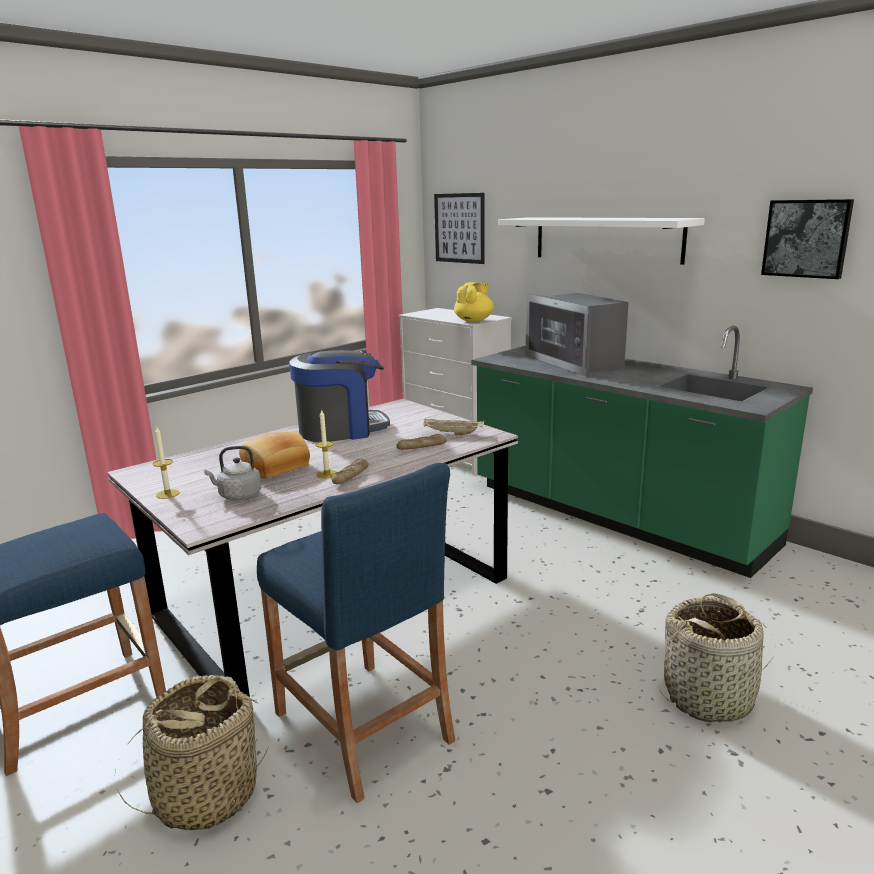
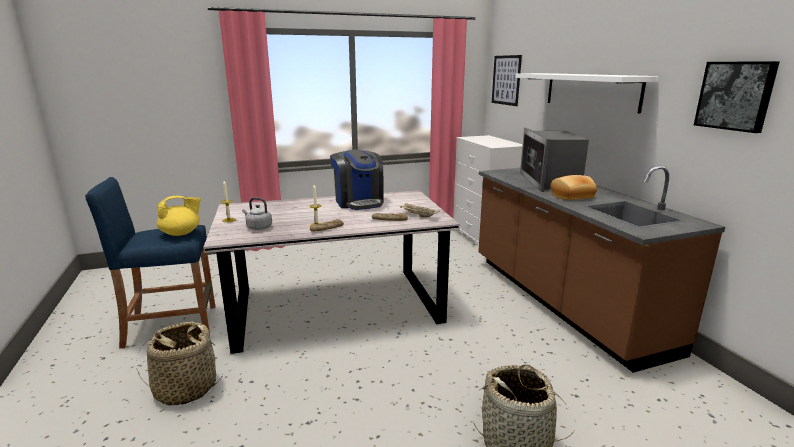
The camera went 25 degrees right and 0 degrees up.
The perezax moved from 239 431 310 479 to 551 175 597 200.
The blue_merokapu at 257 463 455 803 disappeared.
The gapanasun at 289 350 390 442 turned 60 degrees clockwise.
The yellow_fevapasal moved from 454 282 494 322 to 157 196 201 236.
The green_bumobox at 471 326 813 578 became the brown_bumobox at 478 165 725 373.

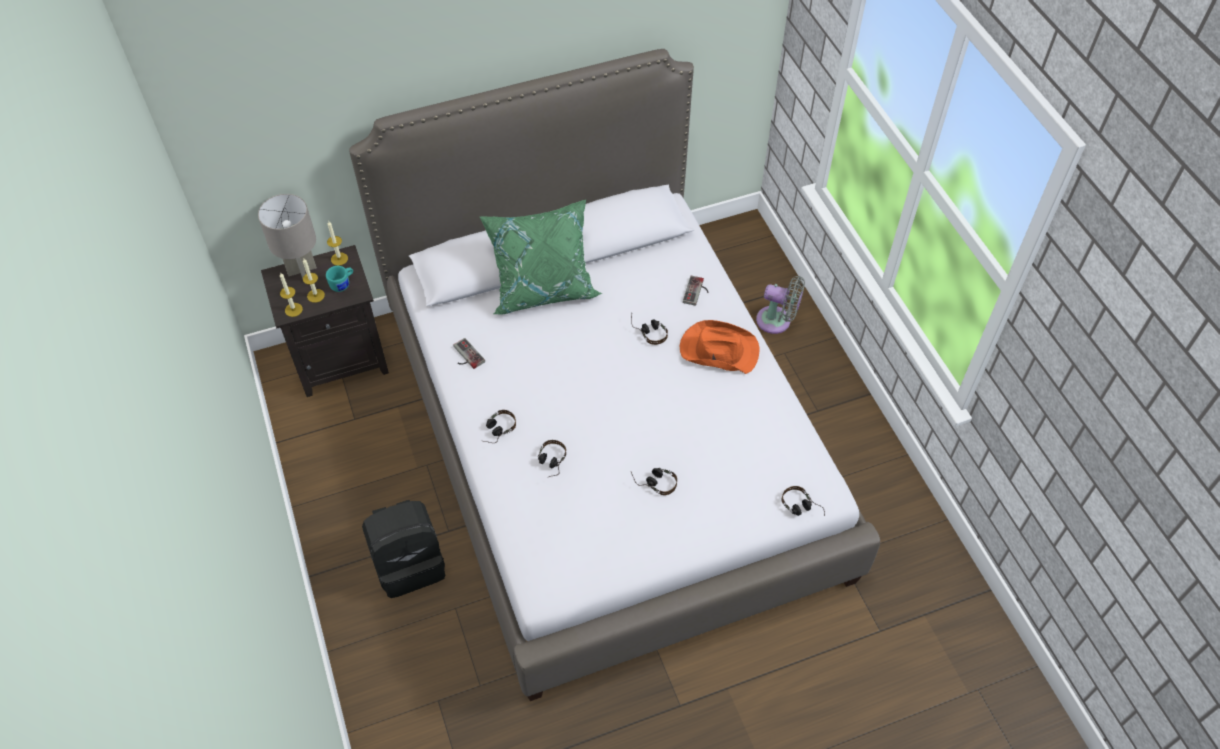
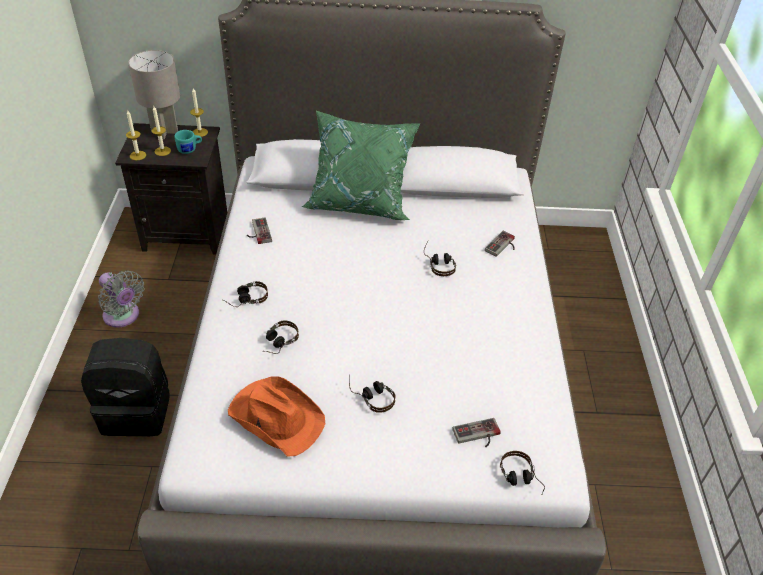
The camera went 20 degrees right and 10 degrees down.
The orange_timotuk moved from 679 320 759 374 to 228 376 325 457.
The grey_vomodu moved from 756 276 805 334 to 98 270 144 328.
The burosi at 453 418 501 447 appeared.

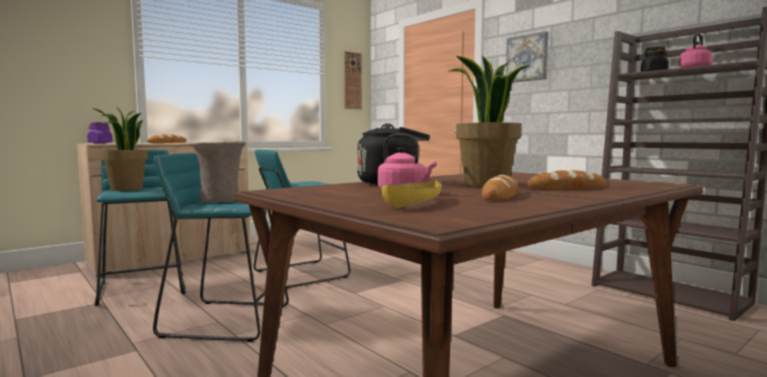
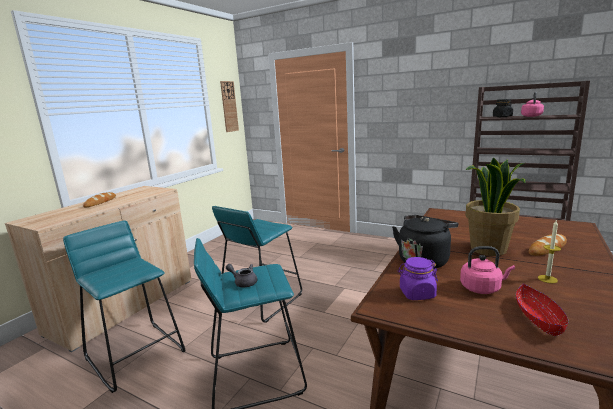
The camera went 20 degrees left and 10 degrees up.
The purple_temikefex moved from 87 122 113 143 to 398 257 438 300.
The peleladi at 93 107 148 191 disappeared.
The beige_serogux at 189 141 246 202 was replaced by the grey_fevapasal at 226 264 257 287.
The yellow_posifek at 382 179 442 208 became the red_posifek at 516 283 568 336.
The perezax at 482 175 518 200 was replaced by the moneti at 538 220 561 283.
The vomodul at 506 31 549 82 disappeared.

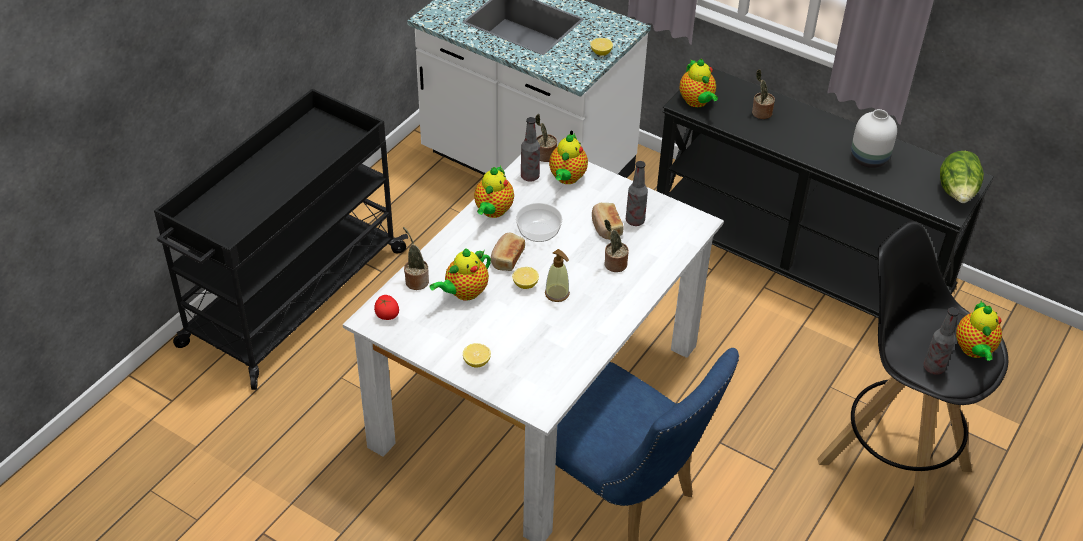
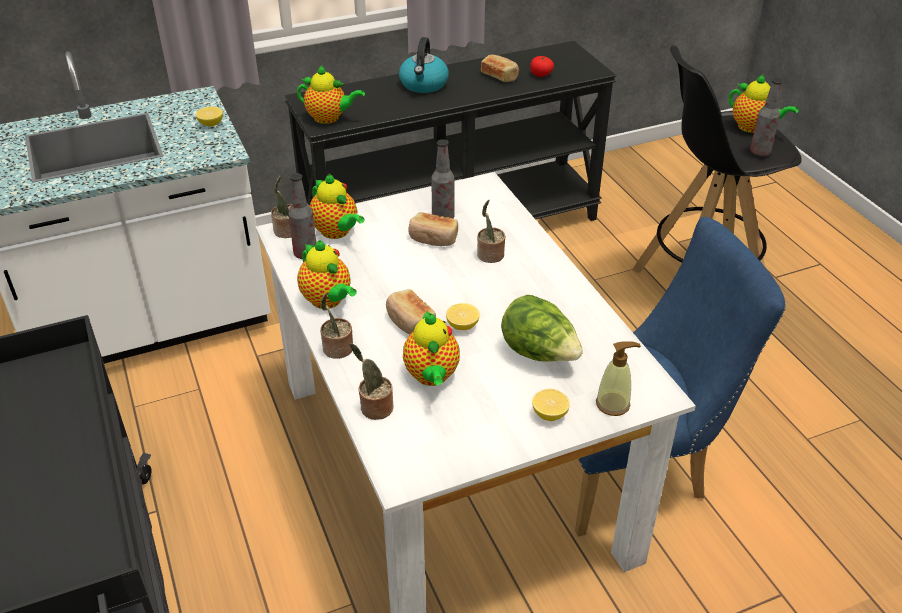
The camera went 55 degrees left and 5 degrees down.
The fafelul moved from 374 295 399 320 to 530 56 554 77.
The posifek at 516 203 562 242 disappeared.
The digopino moved from 545 249 570 302 to 596 341 641 416.
The peleladi moved from 752 69 775 119 to 320 293 353 359.
The white_serogux at 851 109 897 168 was replaced by the perezax at 481 55 519 82.
The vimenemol moved from 940 151 984 203 to 501 295 583 362.
The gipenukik at 399 37 449 93 appeared.

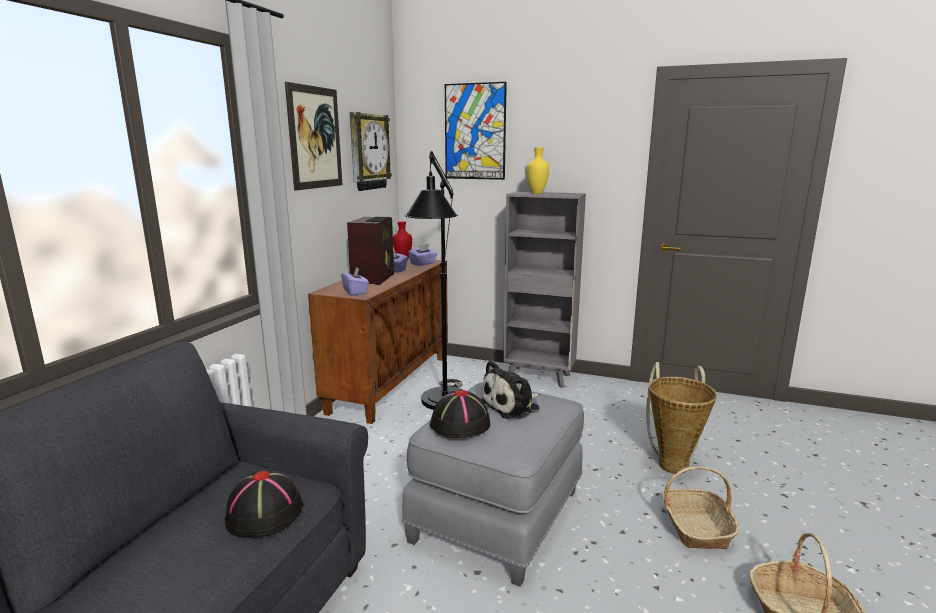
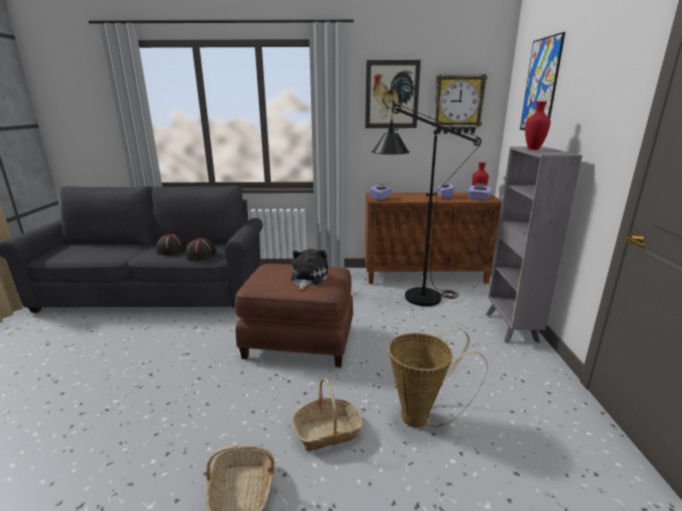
The camera went 70 degrees right and 5 degrees up.
The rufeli at 347 217 394 285 disappeared.
The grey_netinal at 402 382 584 587 became the brown_netinal at 235 264 353 367.
The black_timotuk moved from 430 390 491 438 to 156 234 187 255.
The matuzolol at 481 360 540 419 turned 75 degrees clockwise.
The yellow_serogux at 527 147 549 194 became the red_serogux at 525 101 551 150.

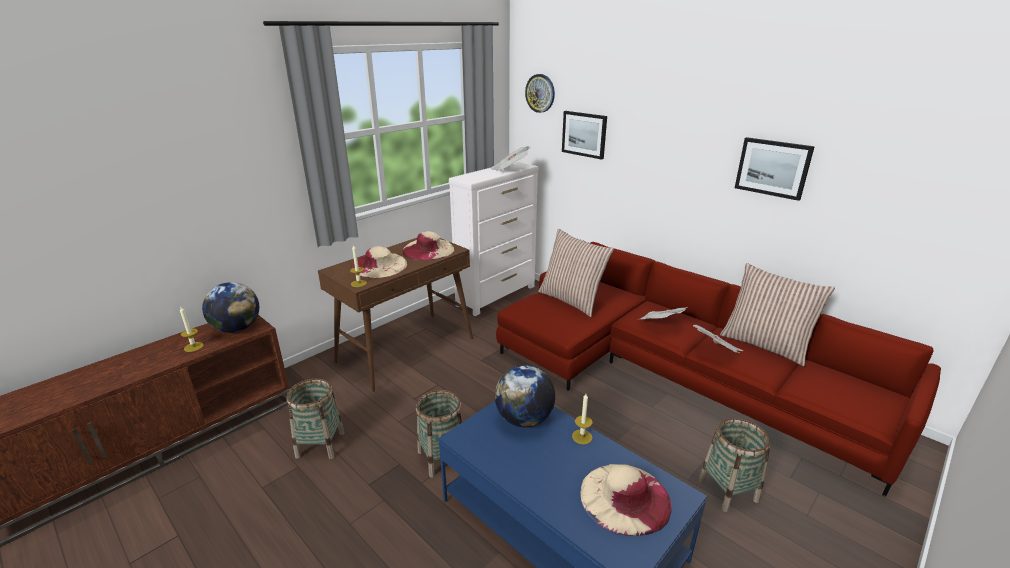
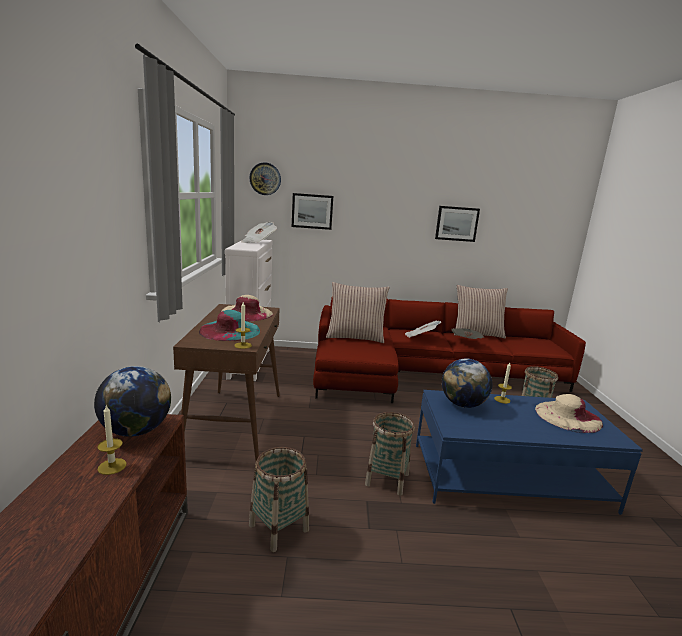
The camera went 45 degrees left and 10 degrees down.
The beige_timotuk at 351 246 407 278 became the turquoise_timotuk at 199 310 260 341.

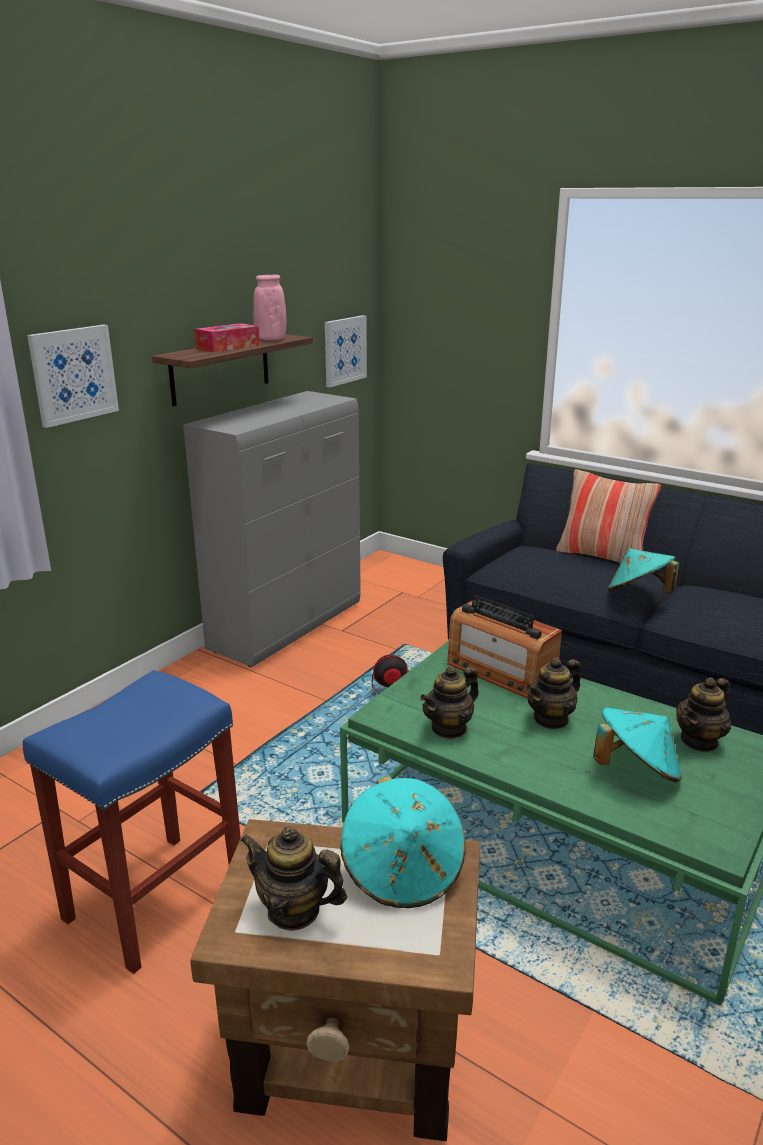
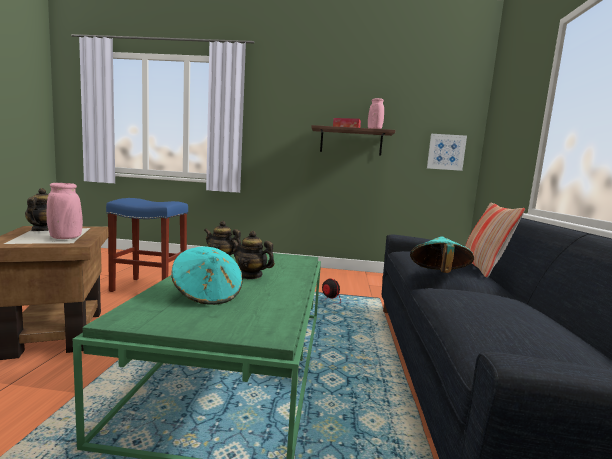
The camera went 60 degrees right and 15 degrees down.
The vomodul at 27 325 119 428 disappeared.
The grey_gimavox at 183 391 361 667 disappeared.
The turquoise_timotuk at 340 776 466 908 was replaced by the pink_serogux at 47 183 83 239.
The rufeli at 447 595 562 698 disappeared.
The fevapasal at 676 677 731 752 disappeared.

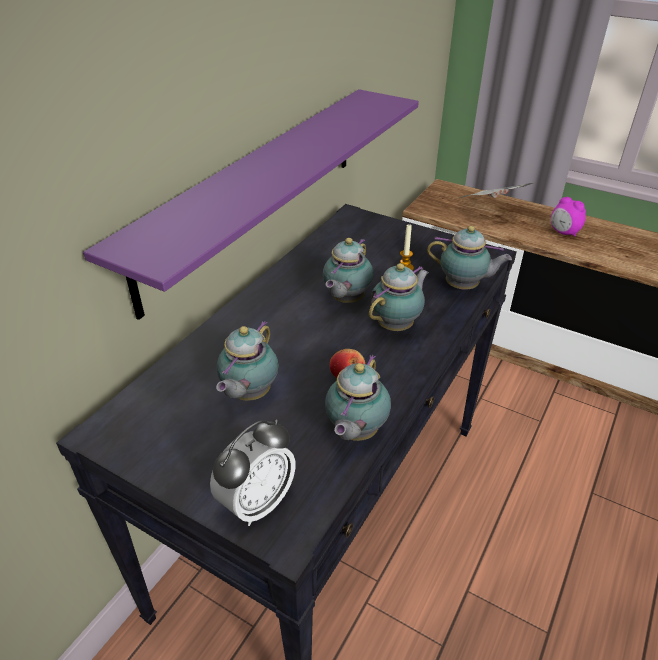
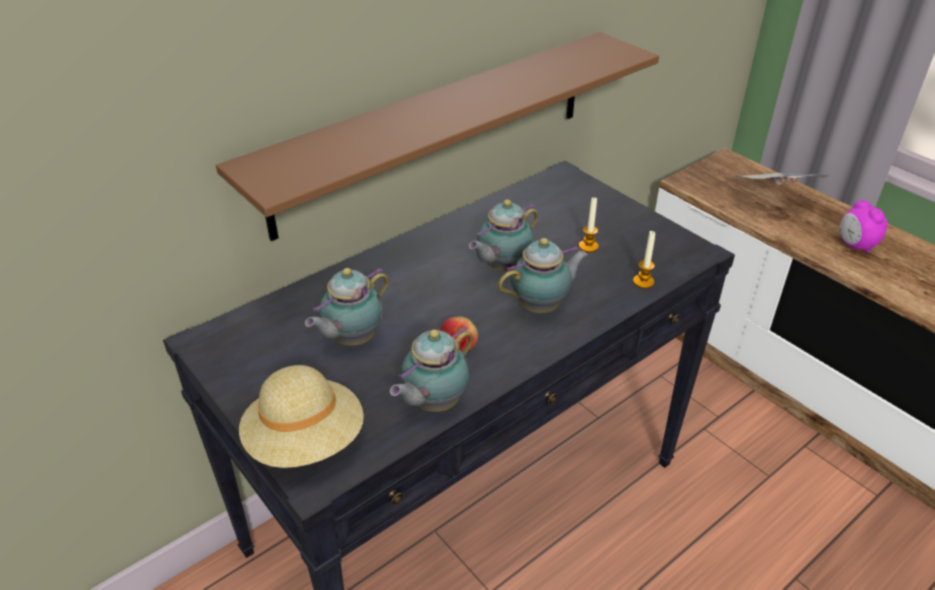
The camera went 20 degrees right and 0 degrees up.
The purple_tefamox at 83 89 419 320 became the brown_tefamox at 216 32 659 241.
The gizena at 210 420 295 526 was replaced by the beige_timotuk at 239 365 364 468.
The fevapasal at 427 226 512 290 was replaced by the moneti at 633 231 655 288.

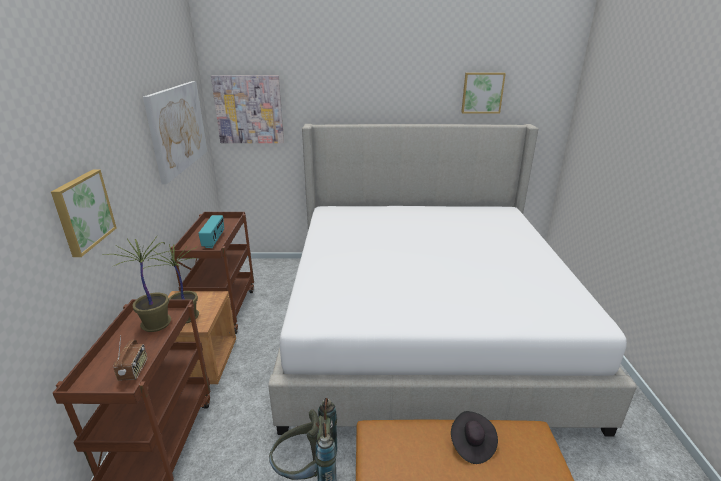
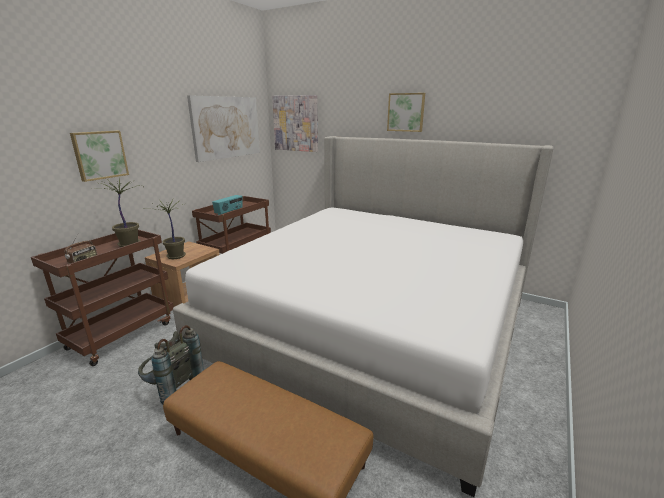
The camera went 30 degrees right and 5 degrees down.
The black_timotuk at 451 411 498 464 disappeared.
The vomodul moved from 461 73 506 113 to 387 93 425 132.

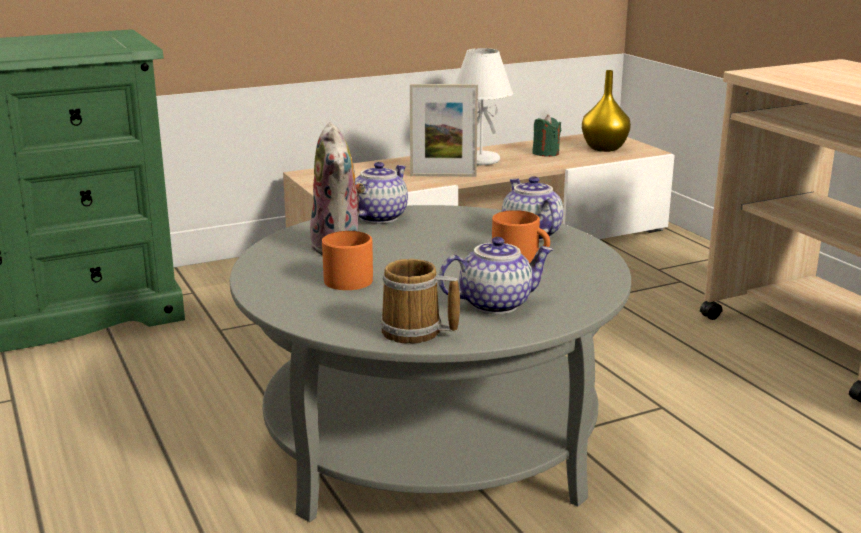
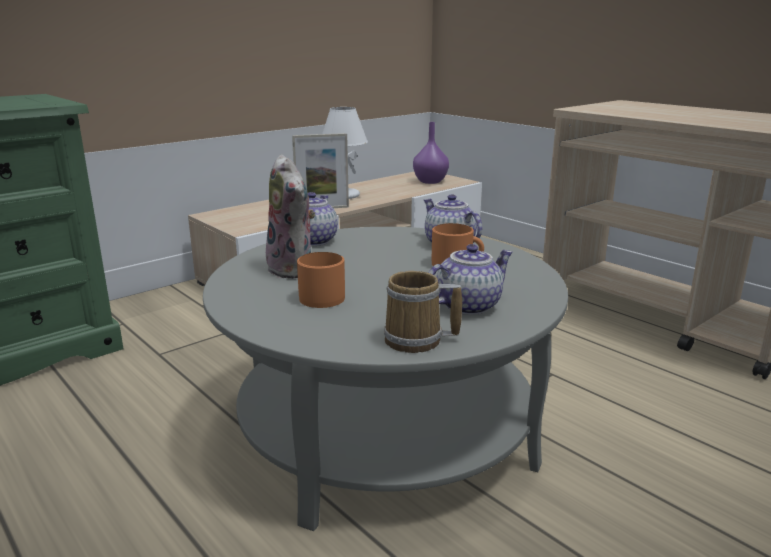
The camera went 15 degrees left and 0 degrees up.
The green_moneti at 532 115 561 157 disappeared.
The yellow_serogux at 582 70 631 152 became the purple_serogux at 413 122 449 184.

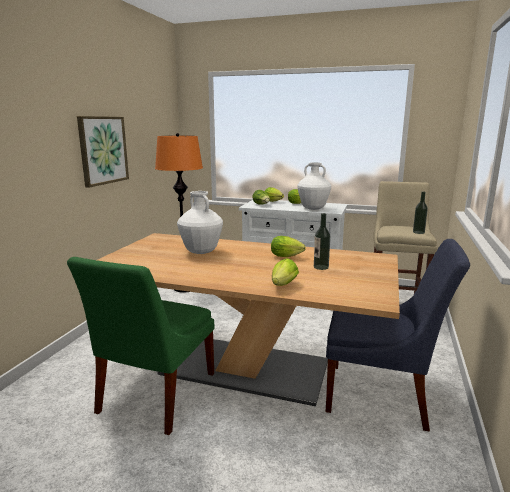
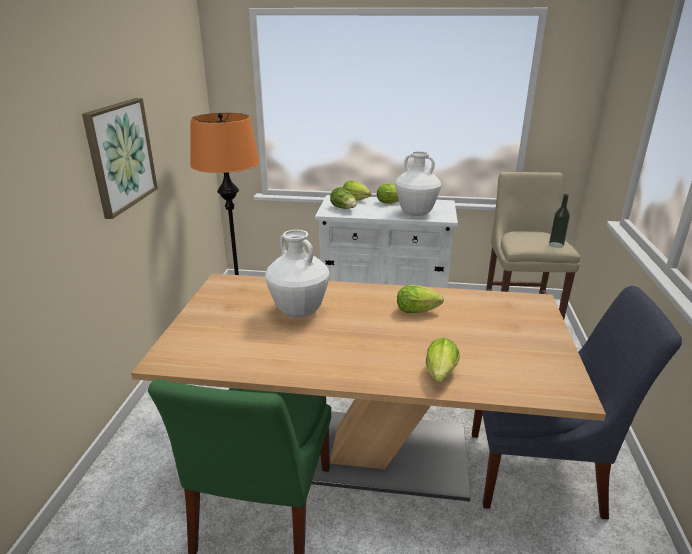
The camera went 10 degrees left and 10 degrees up.
The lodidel at 314 213 330 270 disappeared.

